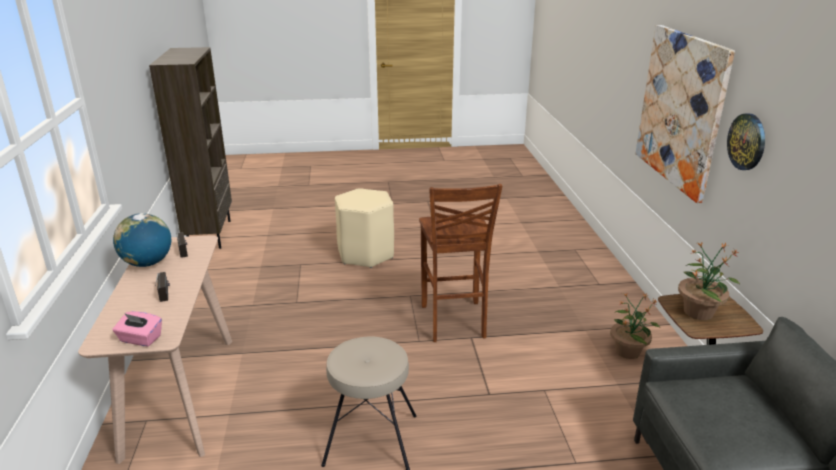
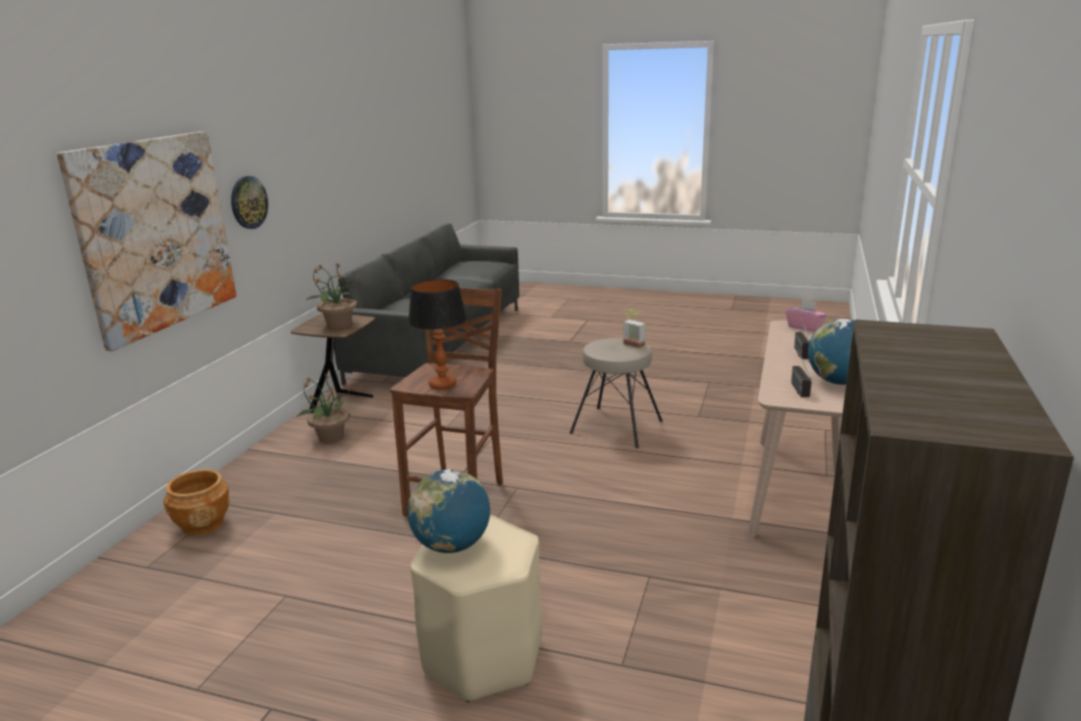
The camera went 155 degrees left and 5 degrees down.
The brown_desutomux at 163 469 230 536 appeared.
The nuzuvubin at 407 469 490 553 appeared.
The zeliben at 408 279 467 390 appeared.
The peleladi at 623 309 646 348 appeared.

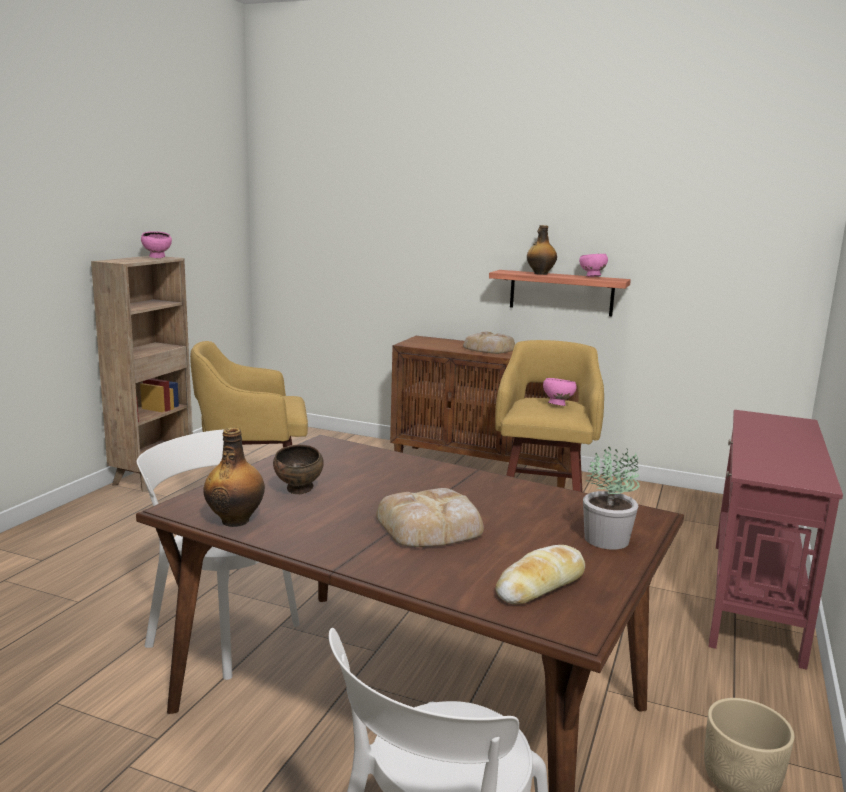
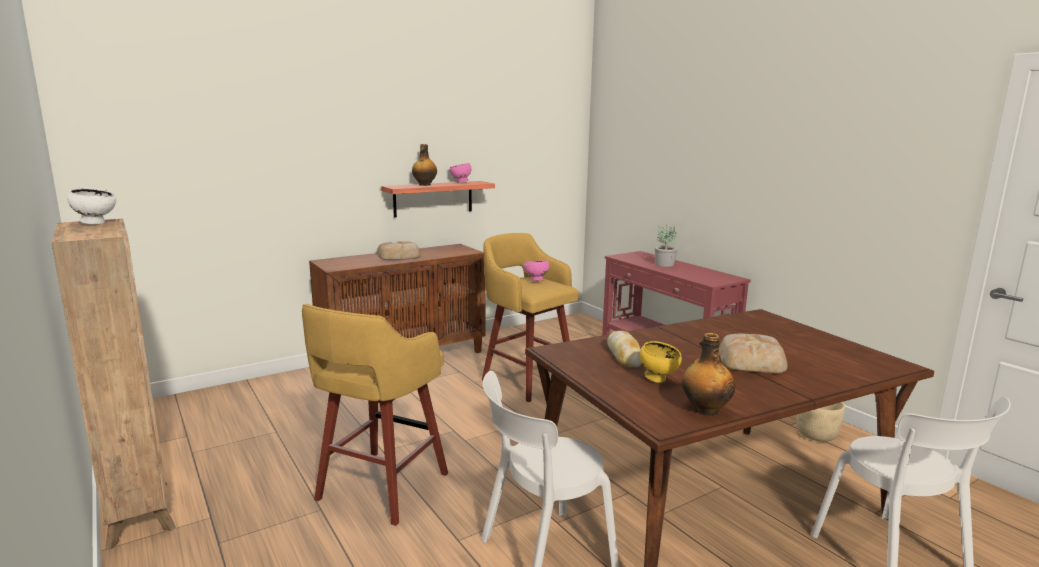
The camera went 55 degrees left and 0 degrees up.
The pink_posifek at 141 231 172 258 became the white_posifek at 67 188 116 224.
The brown_posifek at 273 445 324 494 became the yellow_posifek at 640 341 682 383.
The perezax moved from 495 545 585 605 to 607 331 642 368.
The peleladi moved from 583 446 640 550 to 655 224 677 267.

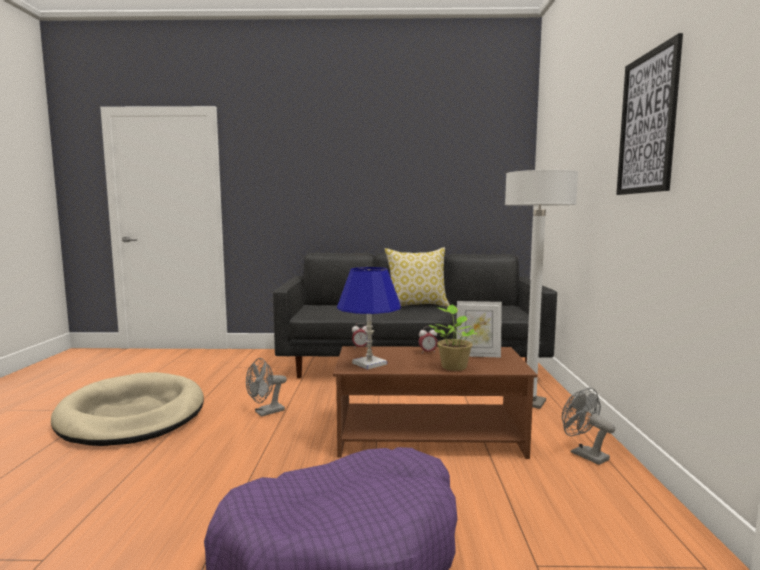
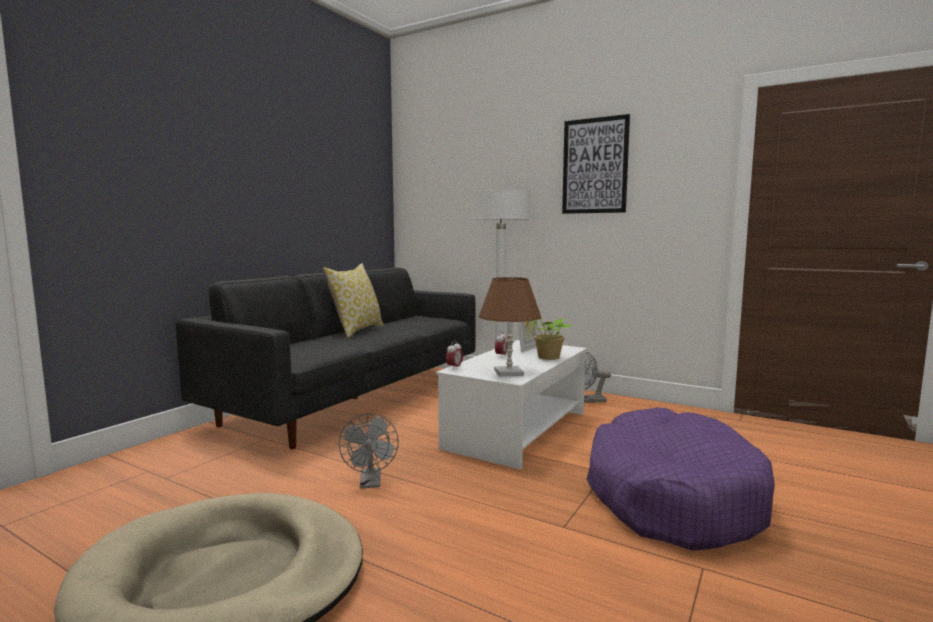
The camera went 60 degrees left and 0 degrees up.
The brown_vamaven at 333 346 537 459 became the white_vamaven at 436 340 587 470.
The blue_zeliben at 337 267 401 370 became the brown_zeliben at 479 277 541 377.

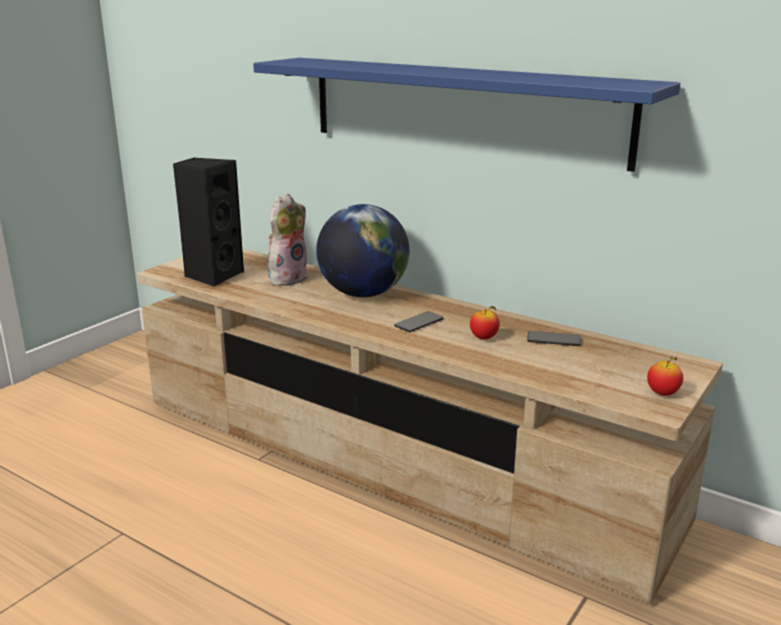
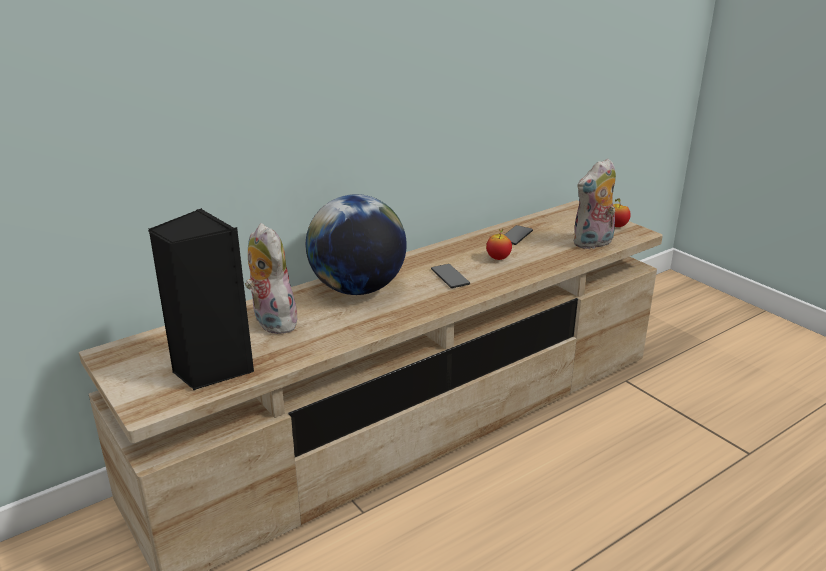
The camera went 70 degrees left and 5 degrees up.
The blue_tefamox at 253 58 680 172 disappeared.
The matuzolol at 573 158 616 249 appeared.

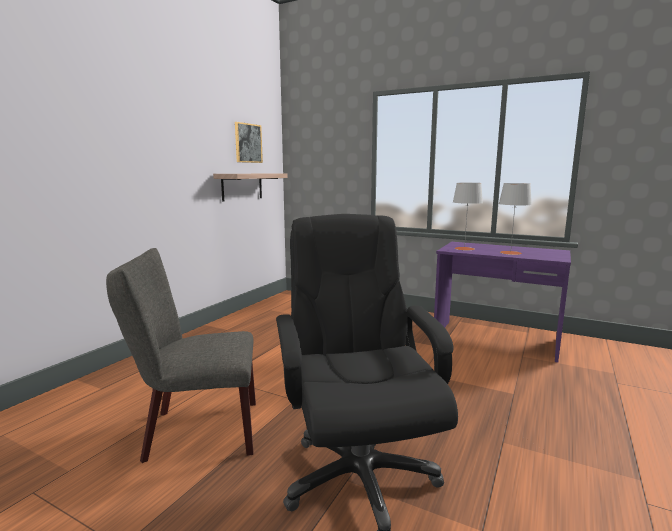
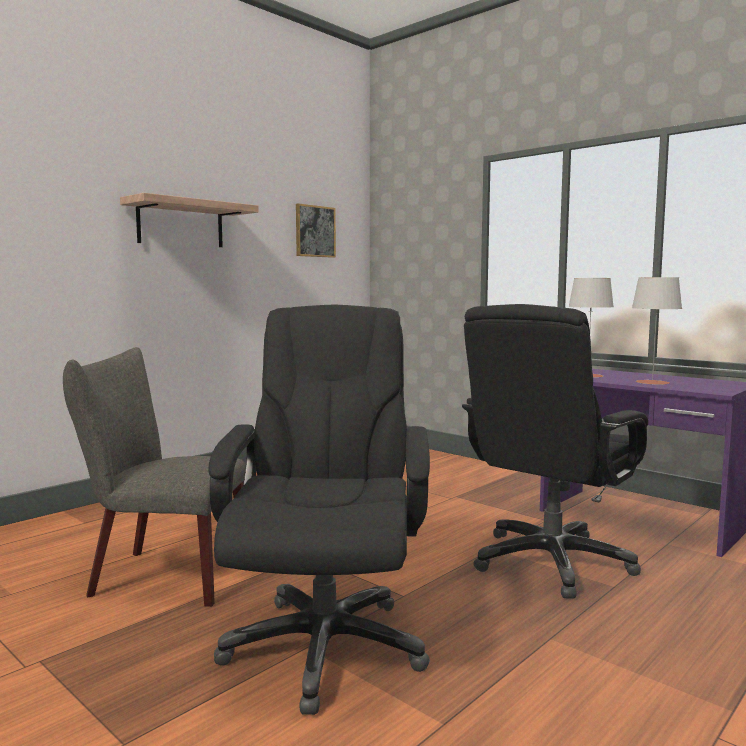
The camera went 15 degrees right and 5 degrees down.
The tefamox moved from 213 174 288 202 to 120 193 259 247.
The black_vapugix at 462 304 648 599 appeared.

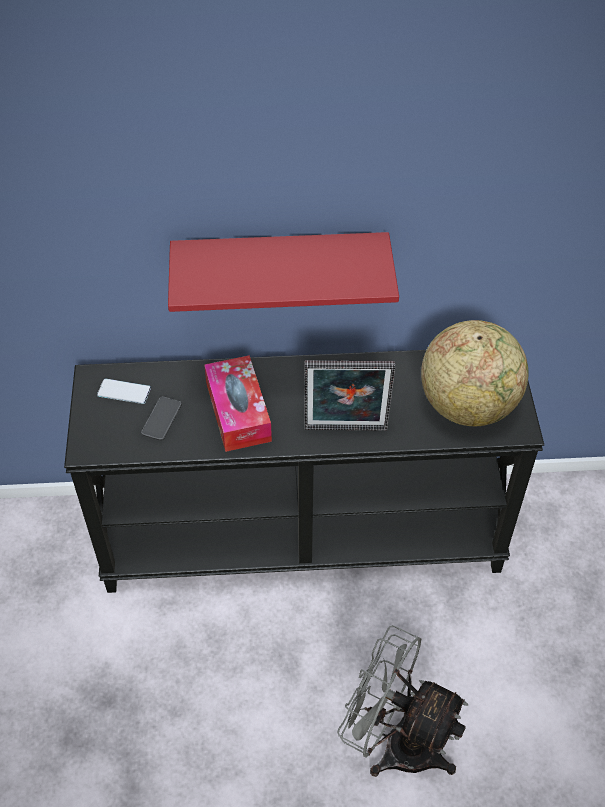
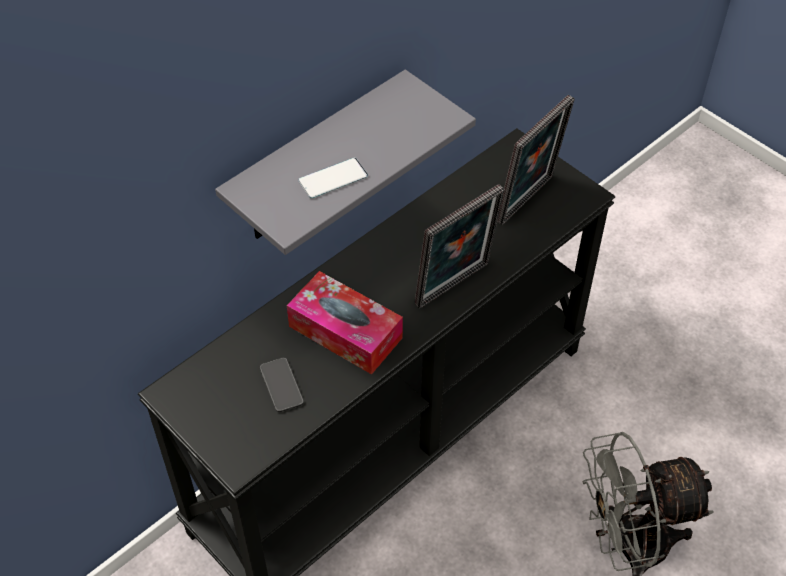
The camera went 40 degrees left and 0 degrees up.
The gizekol moved from 97 379 151 404 to 298 158 368 199.
The red_tefamox at 168 232 399 312 became the grey_tefamox at 215 70 476 255.
The nuzuvubin at 421 320 529 426 was replaced by the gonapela at 498 95 575 225.

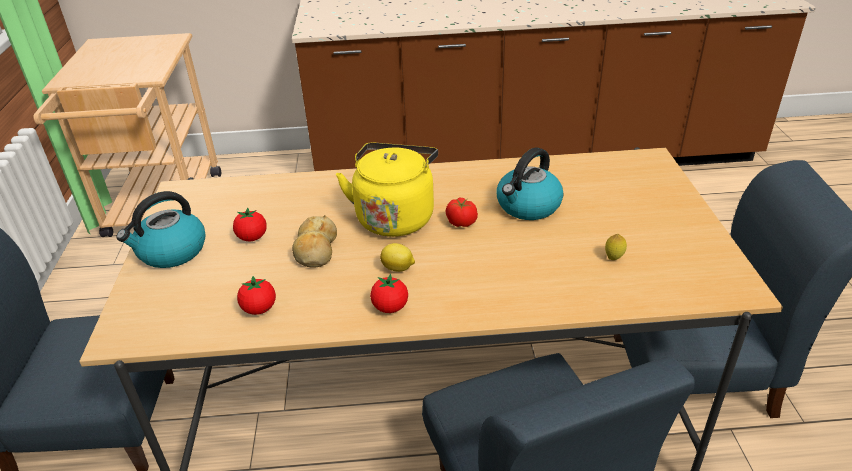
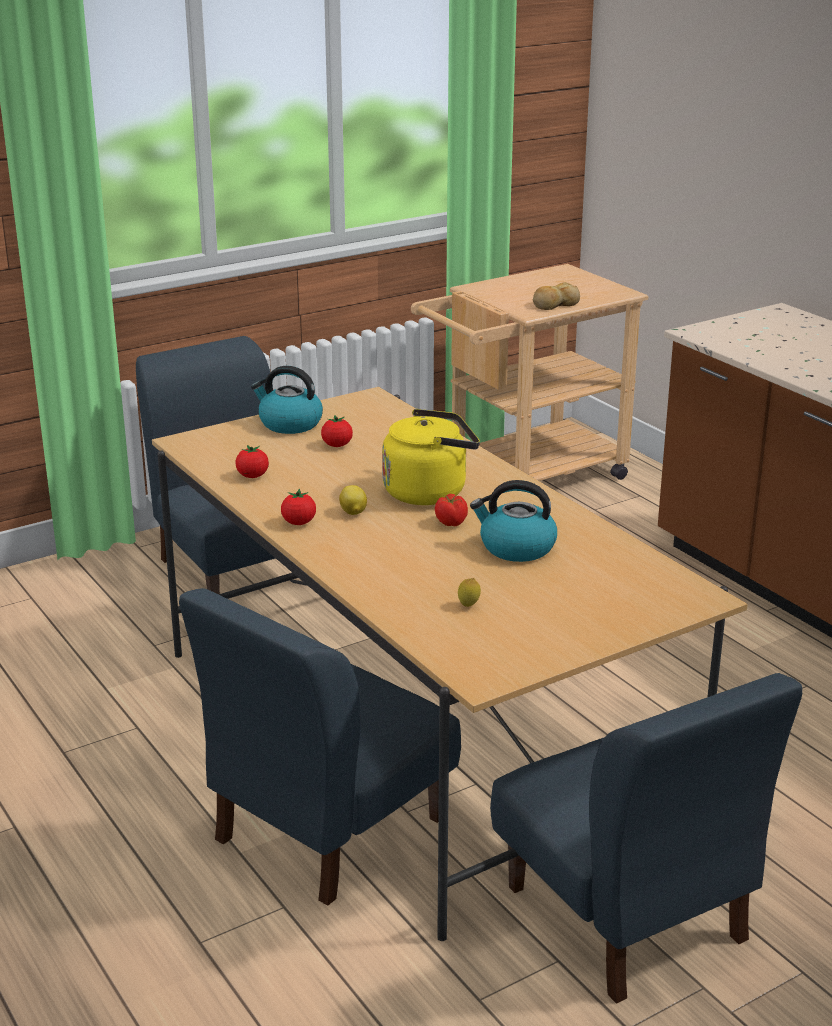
The camera went 60 degrees right and 10 degrees down.
The perezax moved from 292 215 337 268 to 533 282 580 310.

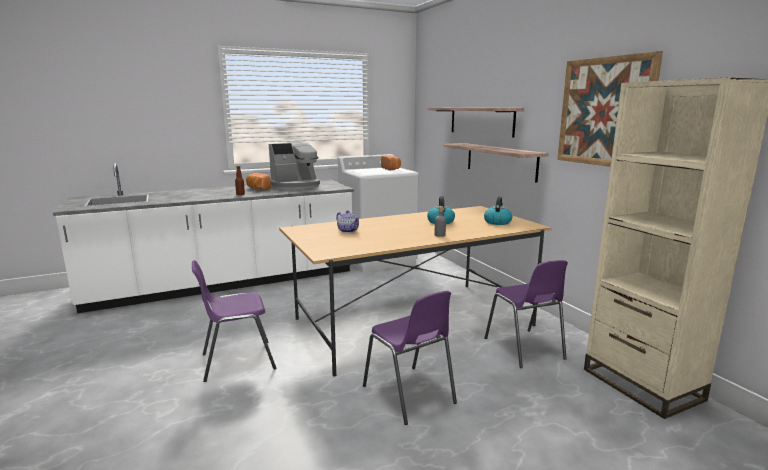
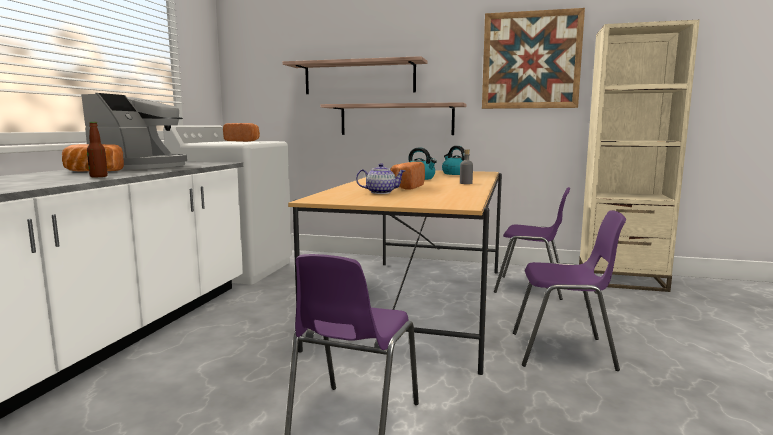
The camera went 50 degrees left and 5 degrees down.
The perezax at 391 162 425 190 appeared.

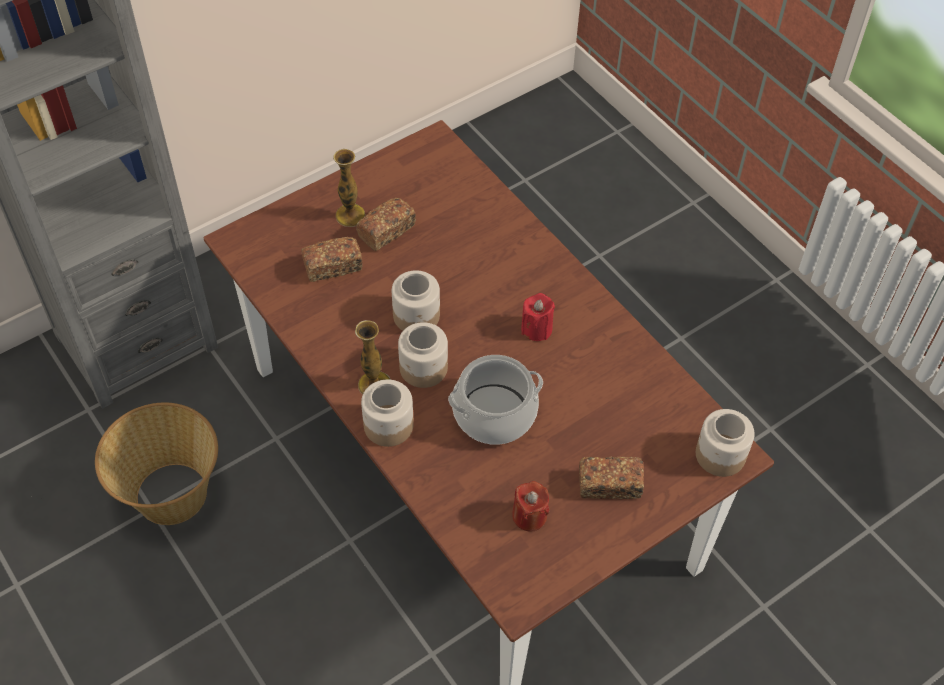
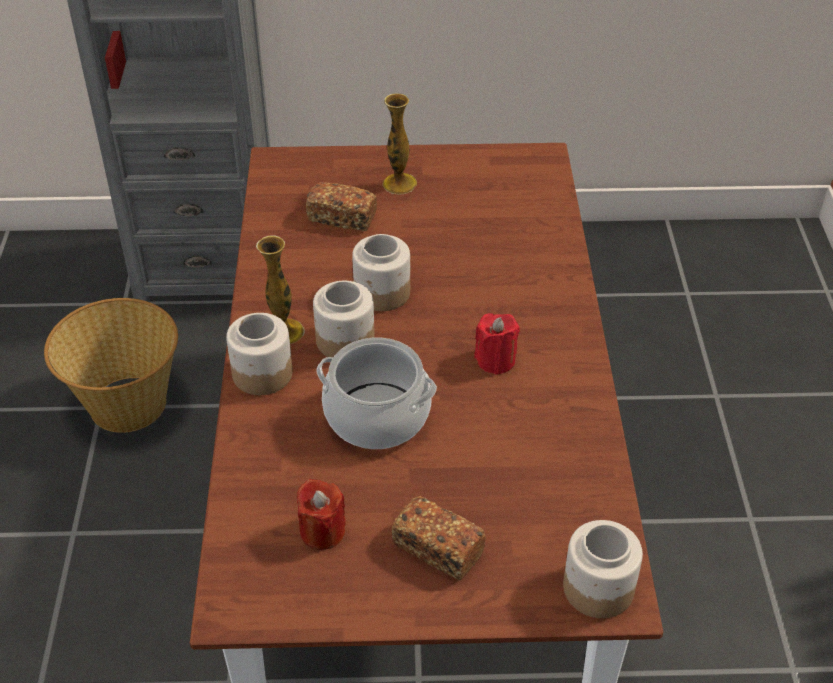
The camera went 35 degrees right and 10 degrees down.
The perezax at 356 198 416 251 disappeared.

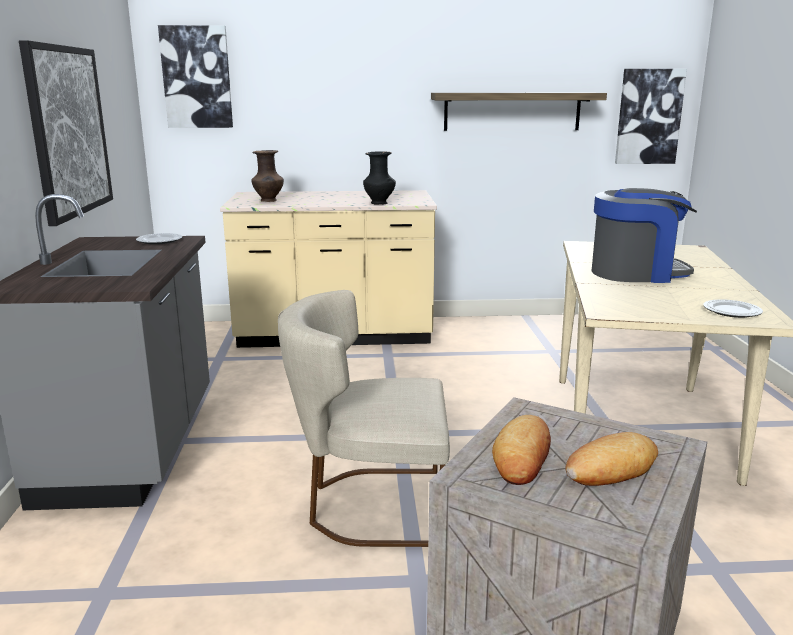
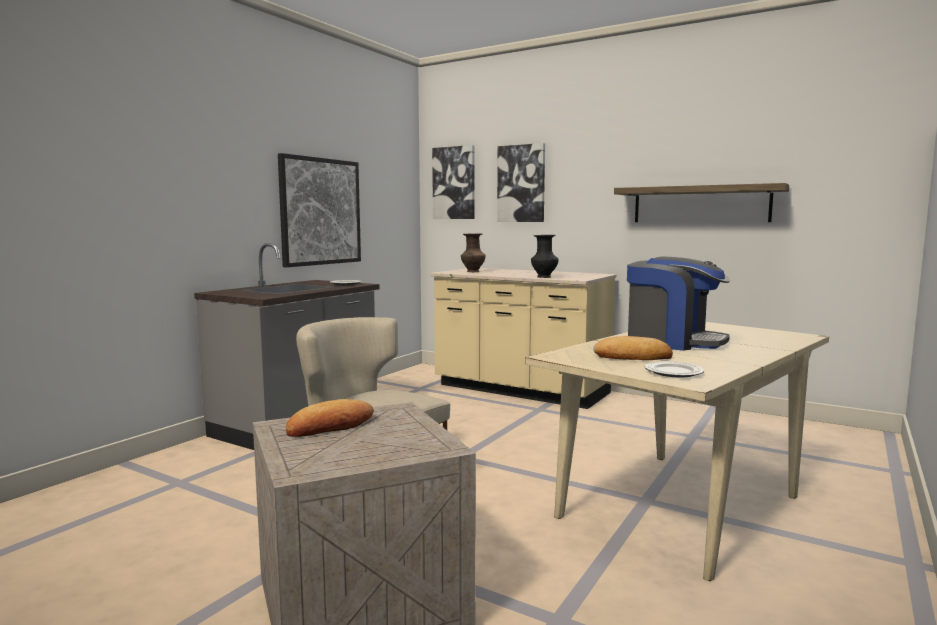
The camera went 35 degrees right and 10 degrees down.
The perezax moved from 565 432 658 486 to 593 336 673 360.
The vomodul moved from 615 69 687 164 to 497 143 545 222.

